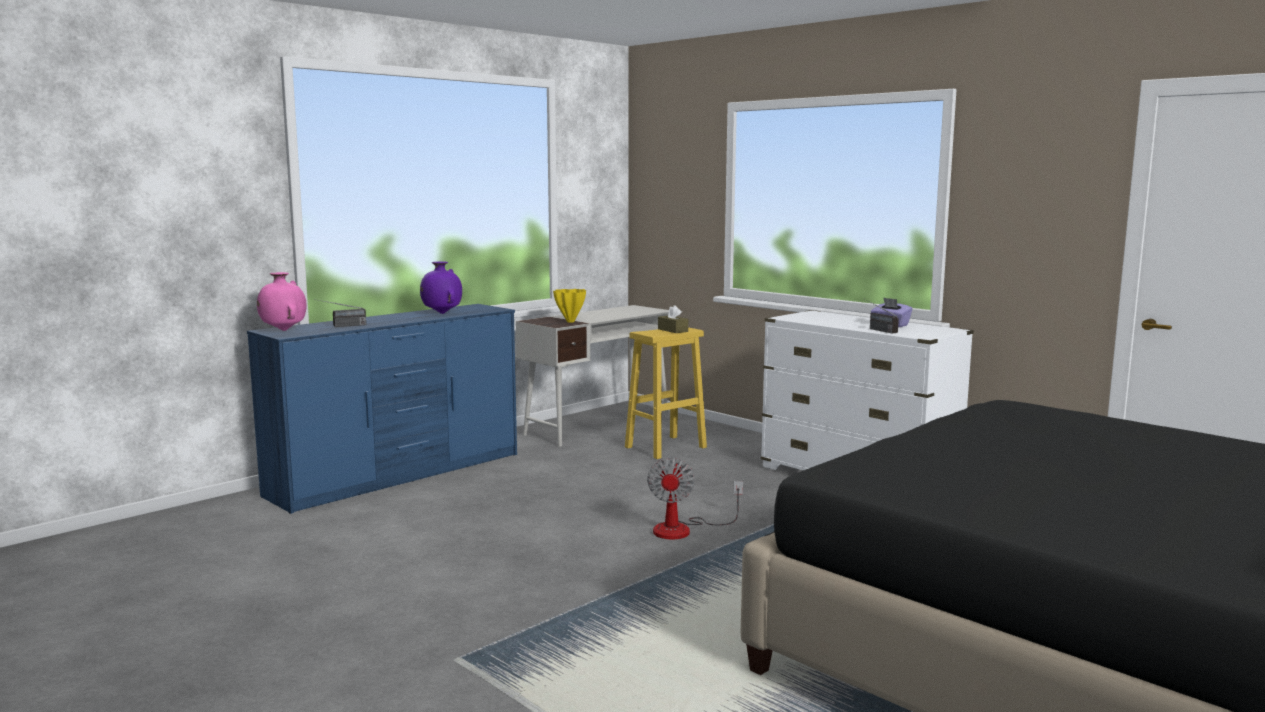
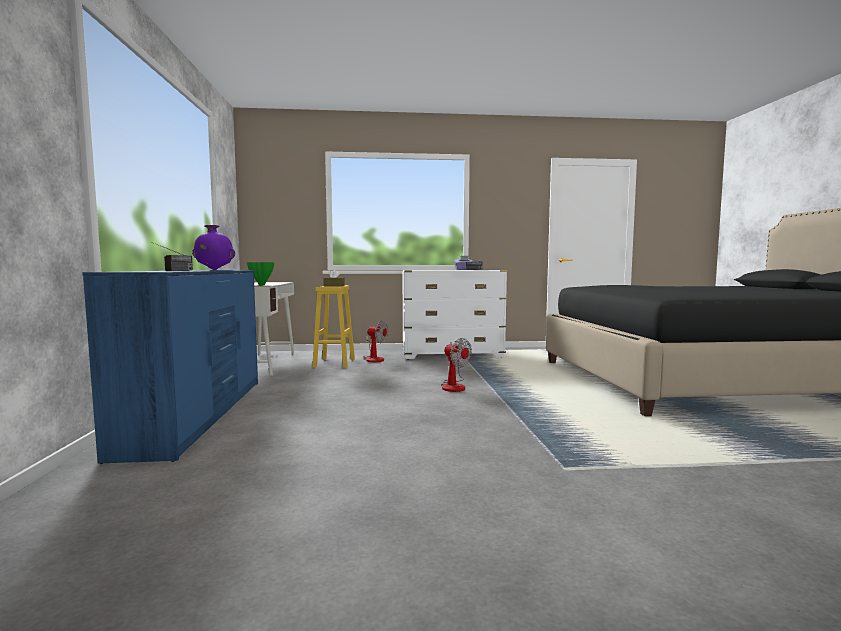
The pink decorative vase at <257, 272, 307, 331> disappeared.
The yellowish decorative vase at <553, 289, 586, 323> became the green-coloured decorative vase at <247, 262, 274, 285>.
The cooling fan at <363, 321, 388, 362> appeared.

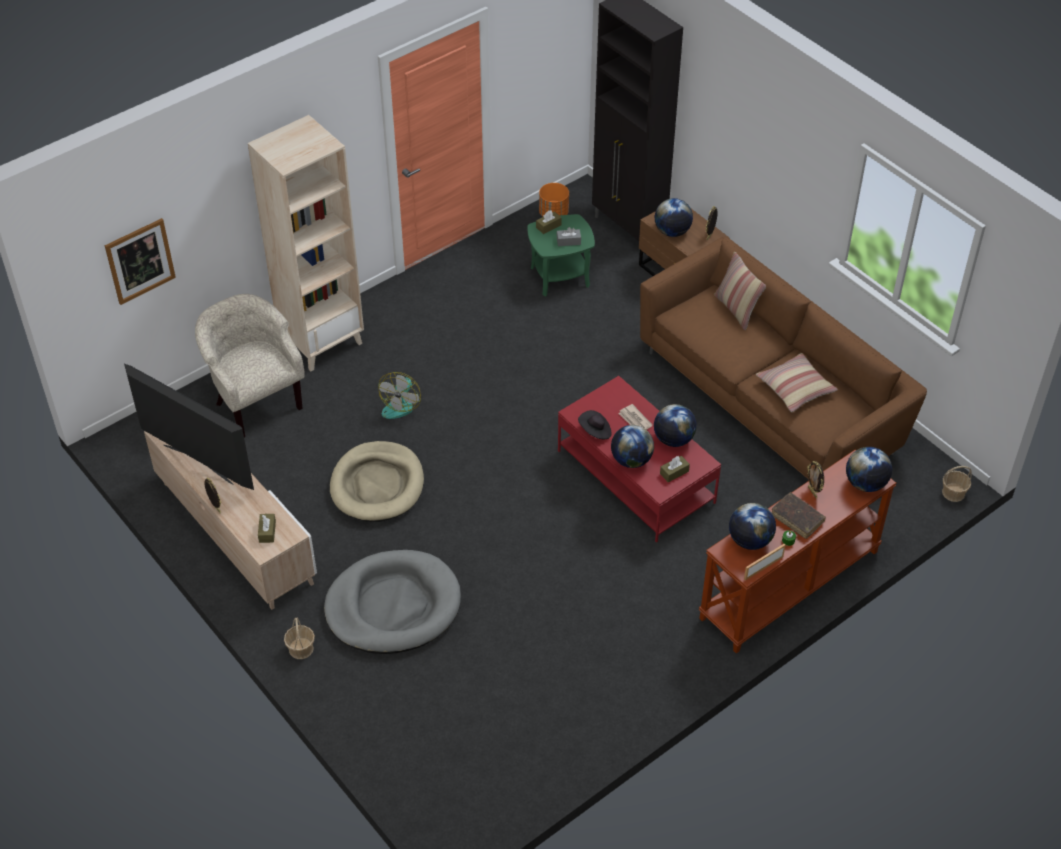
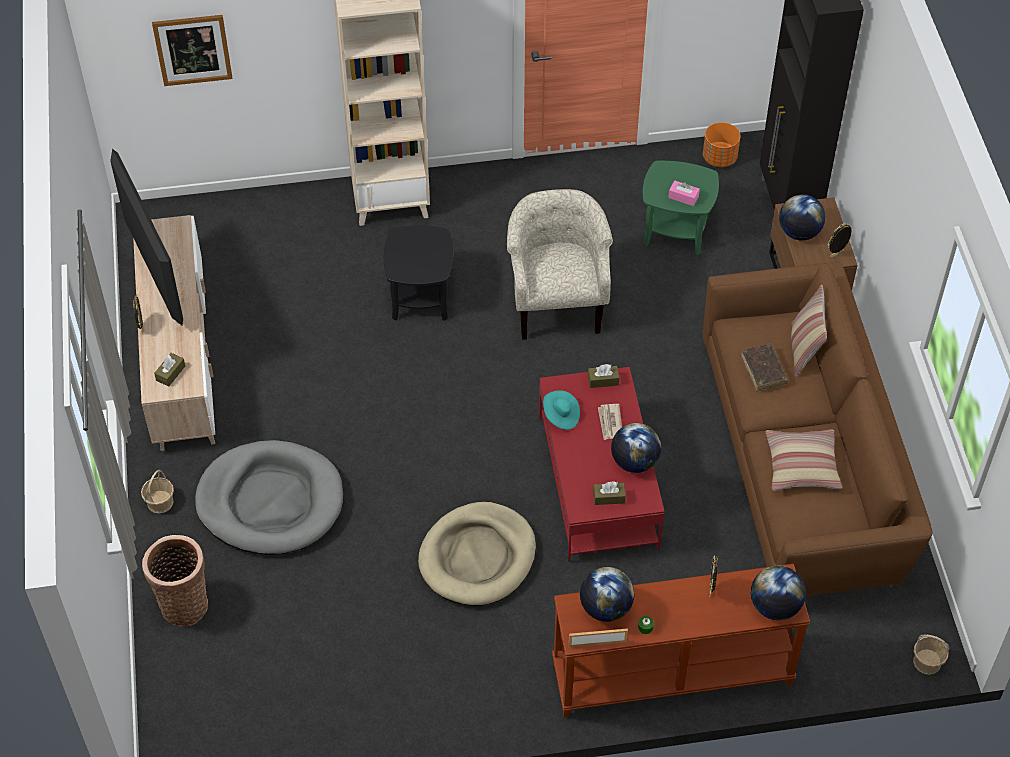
The brownish tissue holder moved from <536, 210, 562, 234> to <588, 364, 619, 388>.
The gray tissue holder at <556, 227, 581, 246> became the pink tissue holder at <668, 180, 700, 206>.
The sand-coloured armchair moved from <195, 294, 305, 437> to <507, 189, 613, 340>.
The cooling fan at <378, 372, 421, 419> was replaced by the black side table at <384, 225, 453, 321>.
The black clothing hat at <578, 410, 612, 439> became the blue-green clothing hat at <543, 390, 580, 430>.
The world globe at <611, 425, 654, 468> disappeared.
The sand-coloured dog cushion moved from <330, 441, 424, 522> to <418, 502, 536, 606>.
The brownish bound book moved from <772, 492, 826, 539> to <741, 343, 788, 392>.
The basket at <142, 535, 208, 627> appeared.

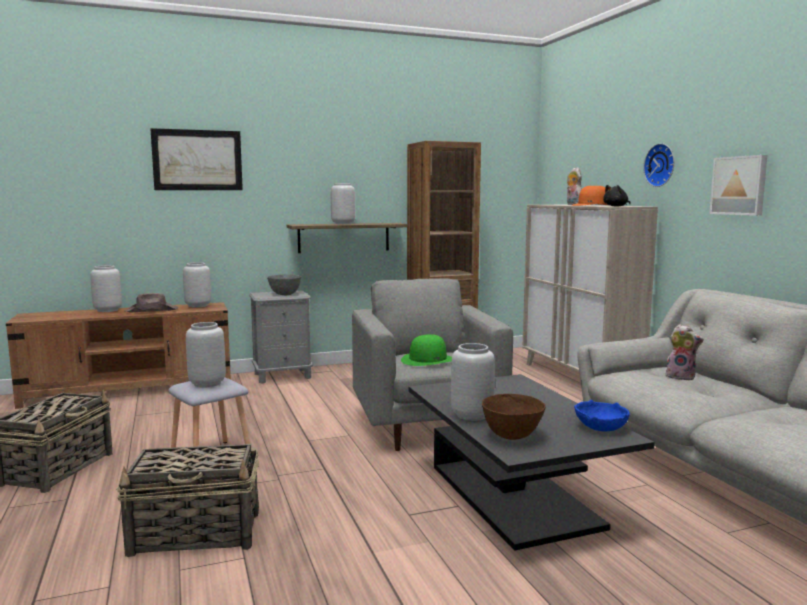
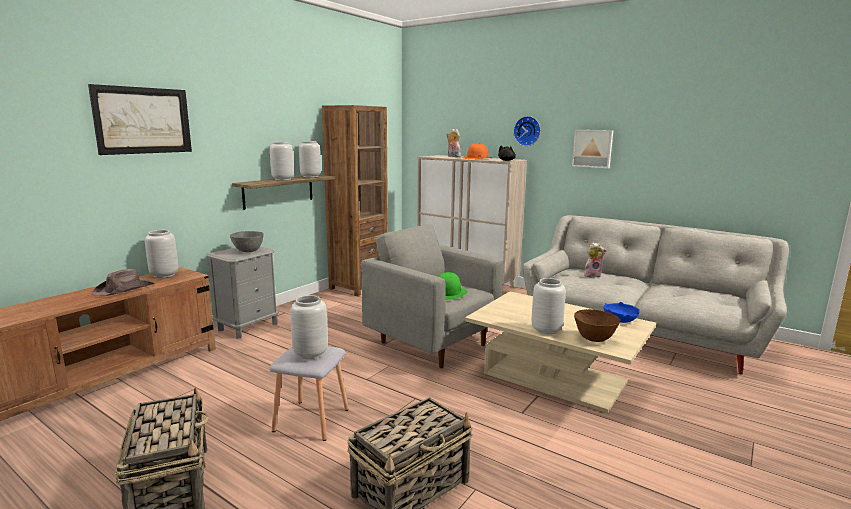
The gray decorative vase moved from <90, 265, 122, 312> to <299, 141, 321, 177>.
The black lounge table at <408, 374, 655, 551> became the sand-coloured lounge table at <465, 291, 656, 414>.

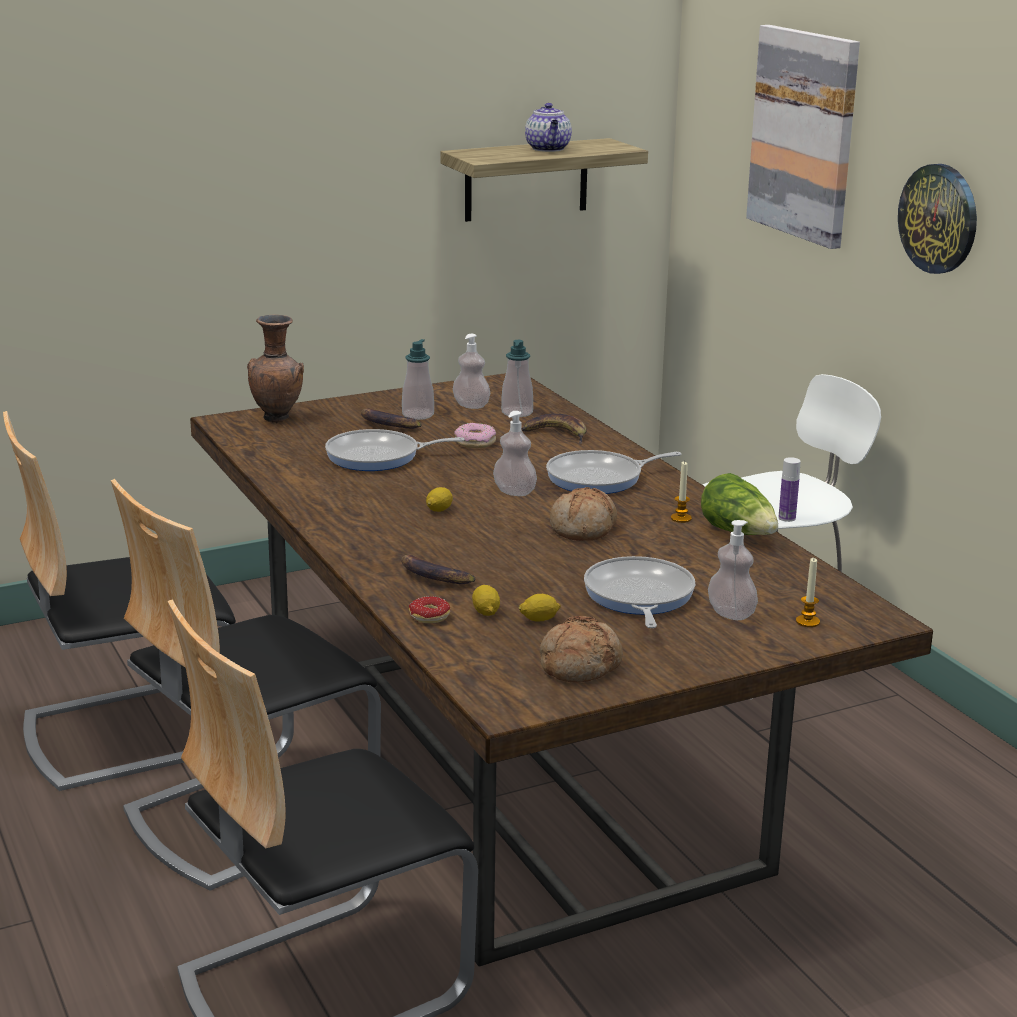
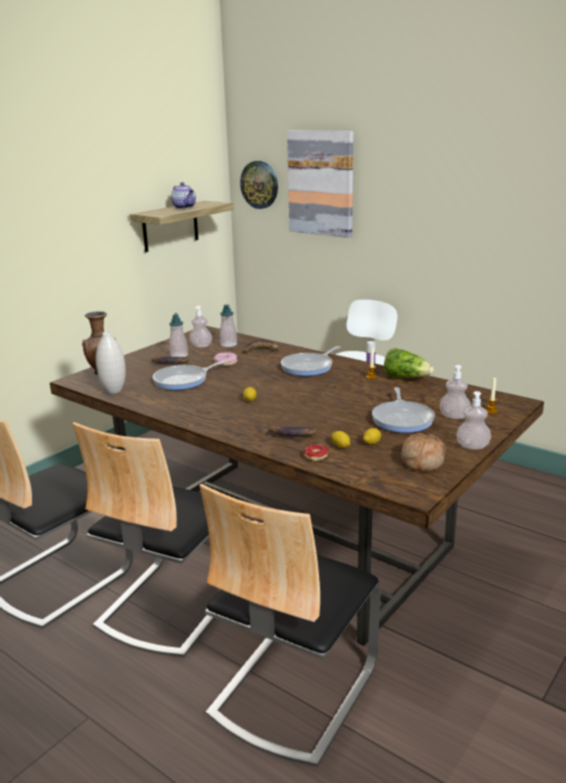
The hanging clock moved from <898, 164, 977, 274> to <240, 161, 278, 209>.
The soap bottle moved from <493, 411, 537, 496> to <456, 391, 491, 450>.
The baked bread at <550, 487, 617, 541> disappeared.
The pan at <584, 556, 695, 628> turned 150 degrees counterclockwise.
The white decorative vase at <96, 331, 126, 394> appeared.

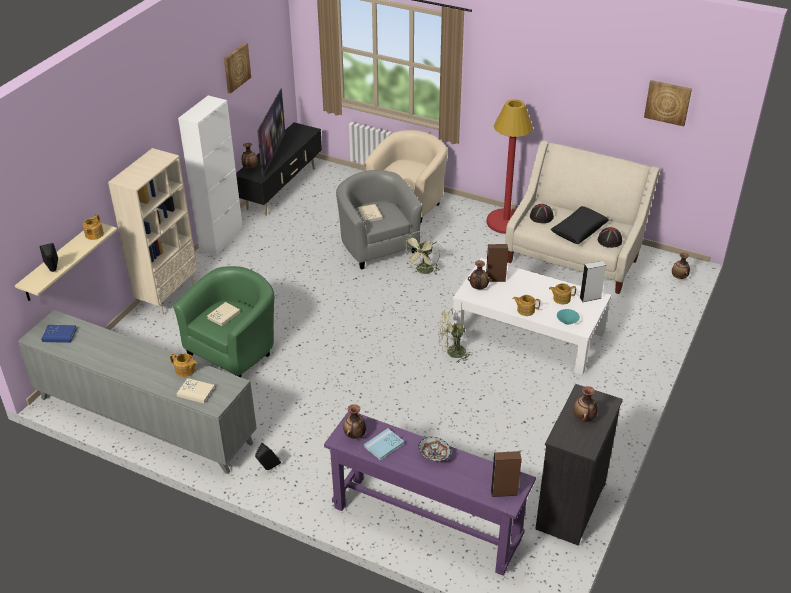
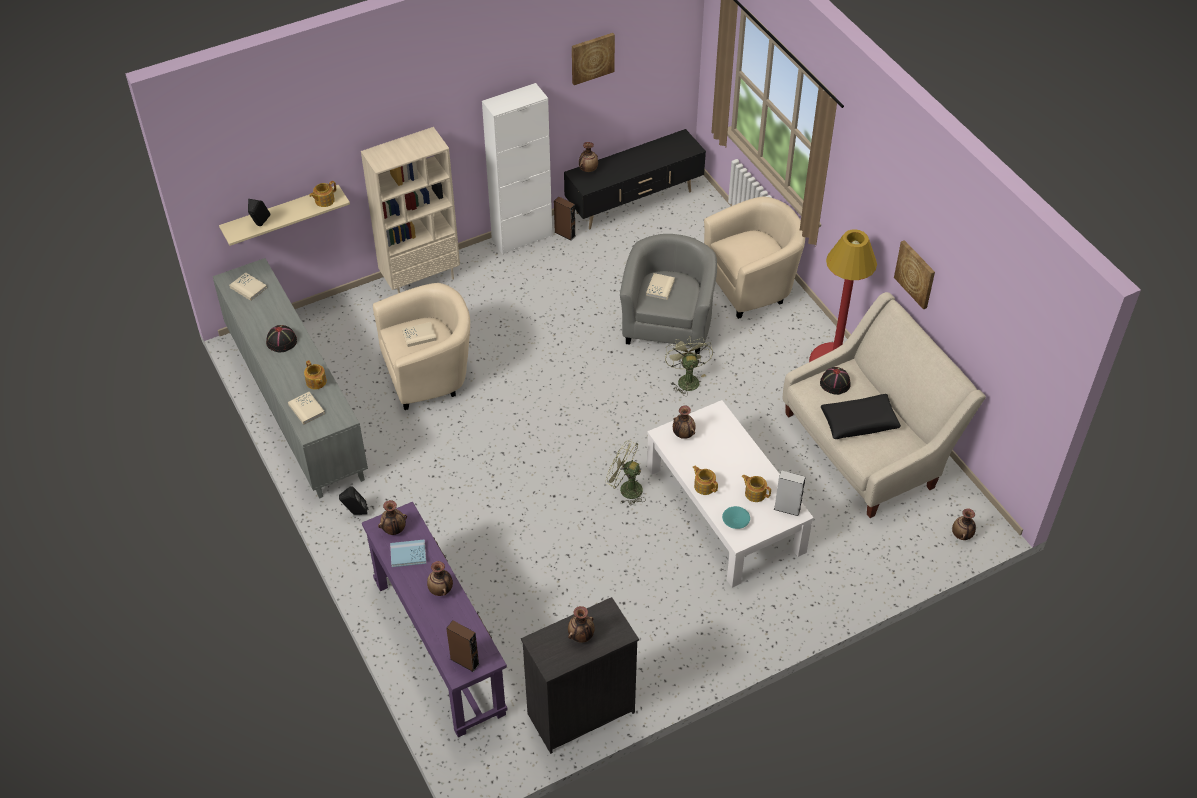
The picture moved from <644, 80, 692, 127> to <894, 240, 935, 310>.
The TV set at <257, 88, 285, 177> disappeared.
The black clothing hat moved from <598, 227, 622, 248> to <266, 325, 297, 352>.
The green-coloured cooling fan at <403, 232, 440, 274> turned 105 degrees clockwise.
The brownish audio speaker moved from <486, 244, 508, 282> to <554, 196, 575, 240>.
The green-coloured armchair at <173, 266, 274, 378> became the sand-coloured armchair at <373, 283, 470, 410>.
The bluish bound book at <41, 325, 77, 343> became the sand-coloured bound book at <229, 273, 267, 301>.
The deep dish at <418, 437, 451, 462> was replaced by the decorative vase at <427, 561, 453, 596>.

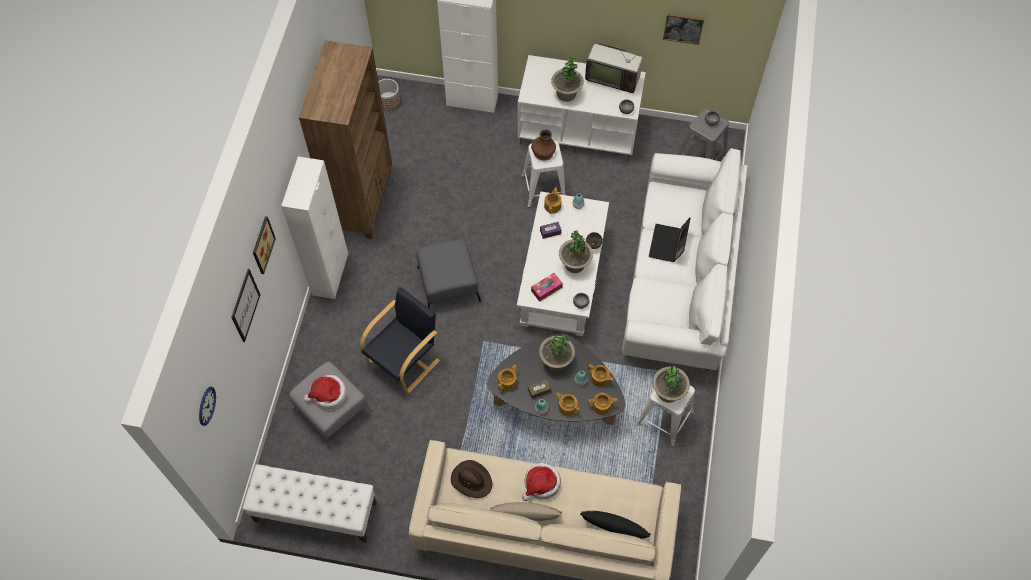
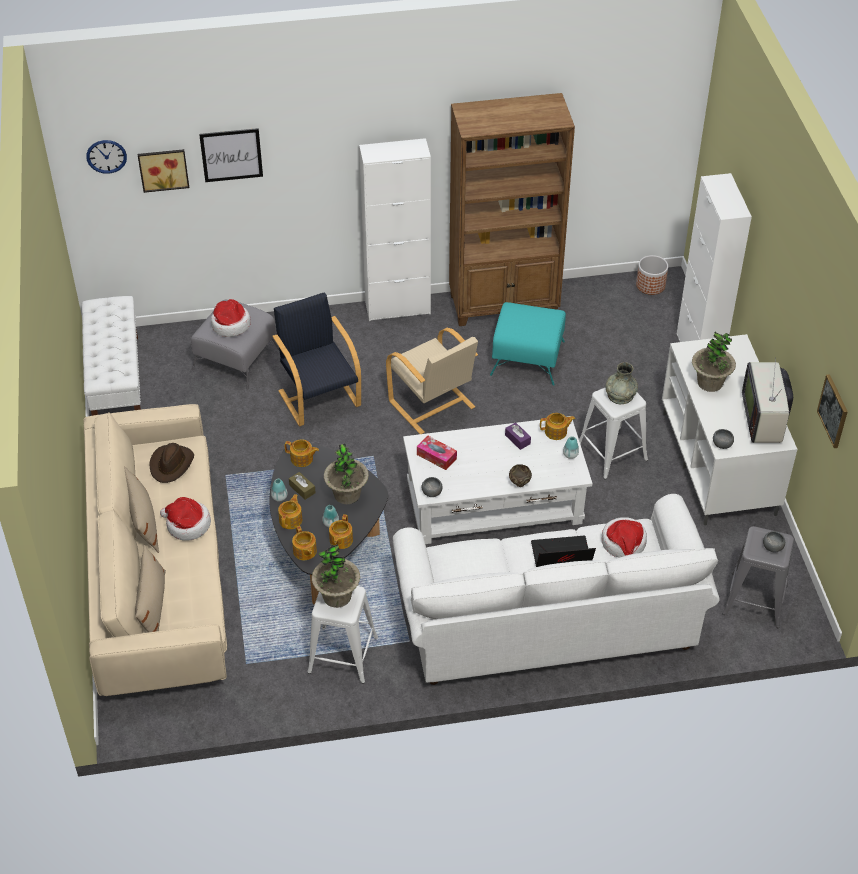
The brownish decorative vase at <531, 130, 556, 160> became the gray decorative vase at <605, 362, 638, 404>.
The picture moved from <253, 216, 276, 274> to <138, 149, 189, 193>.
The plant in a pot at <559, 230, 593, 273> disappeared.
The gray footrest at <417, 239, 481, 309> was replaced by the sand-coloured armchair at <386, 328, 478, 434>.
The black armchair at <360, 287, 440, 394> turned 135 degrees counterclockwise.
The black throw pillow at <580, 511, 651, 539> became the sand-coloured throw pillow at <135, 545, 166, 632>.
The blue-green footrest at <490, 302, 566, 385> appeared.
The clothing hat at <602, 517, 647, 558> appeared.

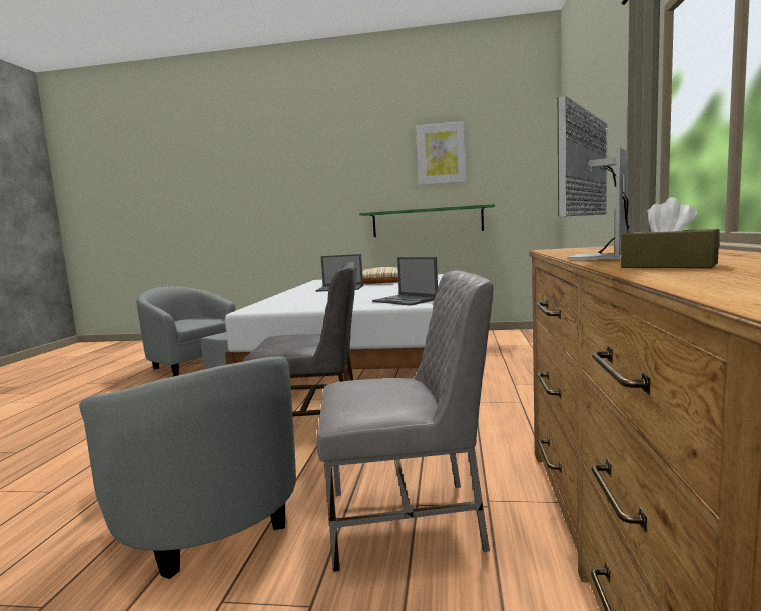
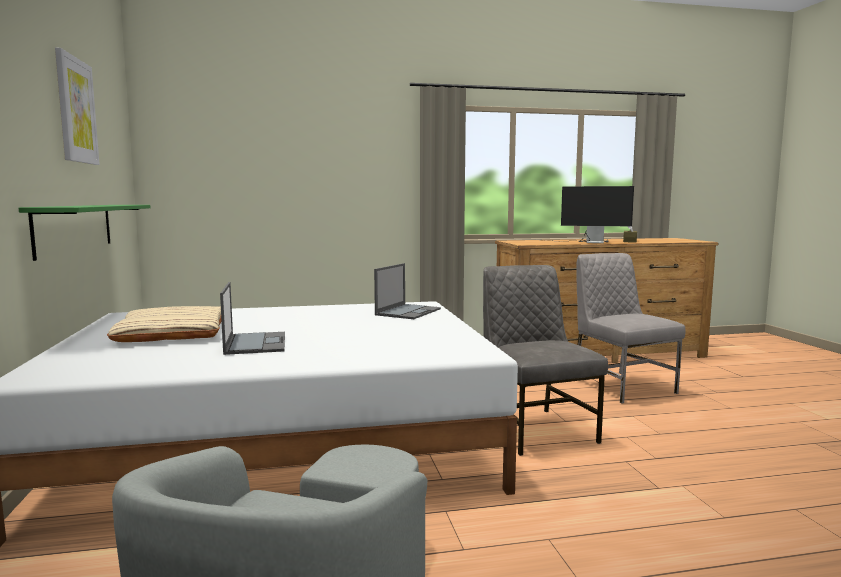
The gray armchair at <79, 356, 296, 579> disappeared.

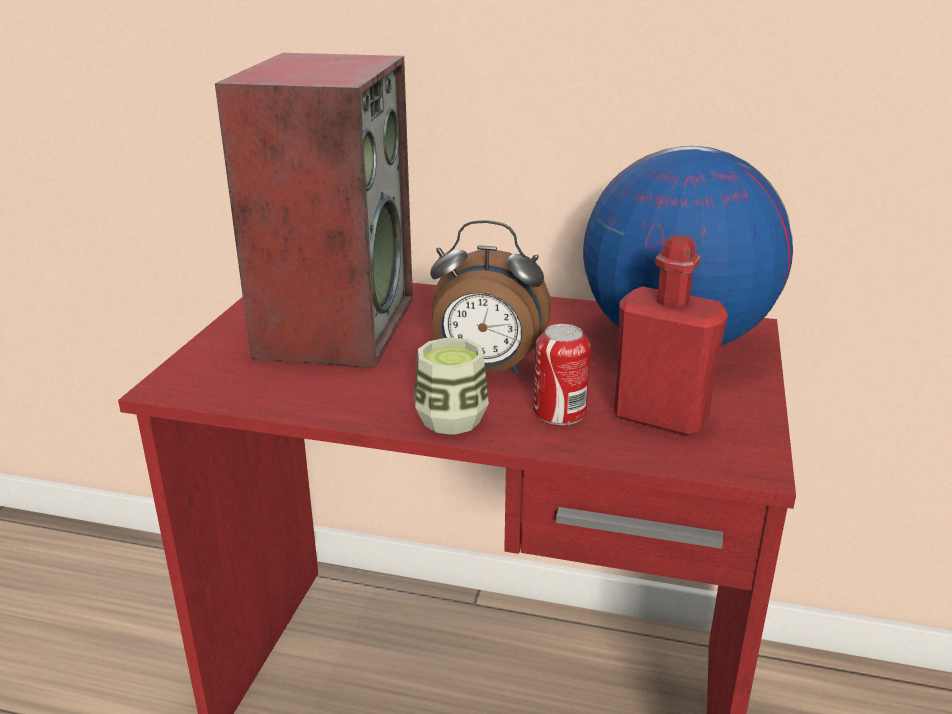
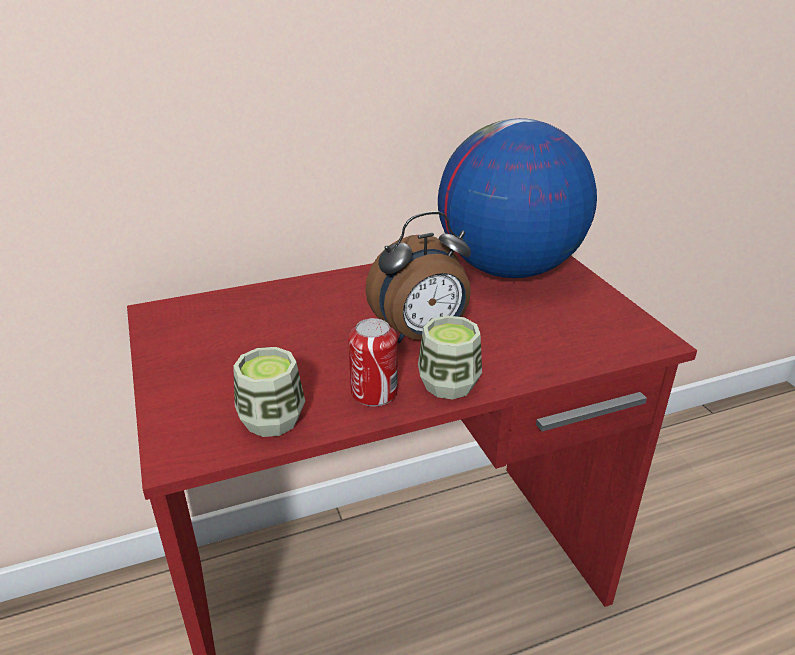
The audio speaker at <215, 53, 413, 368> disappeared.
The red-coloured drink bottle at <614, 235, 728, 436> disappeared.
The metal can moved from <533, 324, 591, 425> to <348, 318, 397, 407>.
The drinking cup at <233, 347, 305, 437> appeared.

